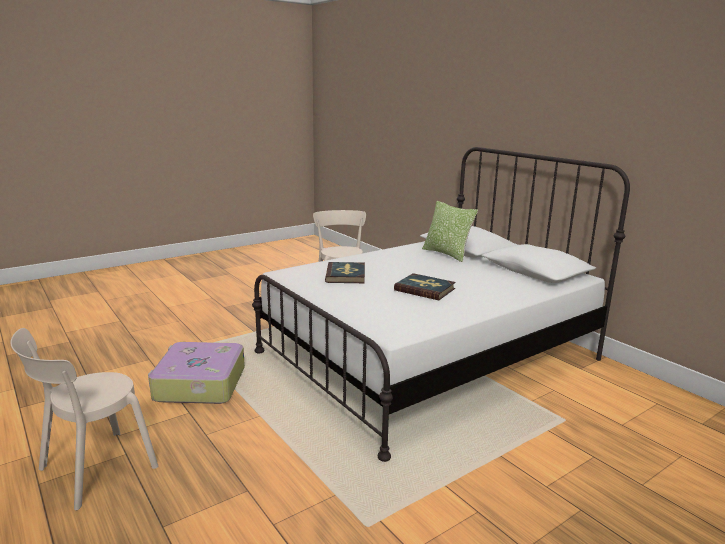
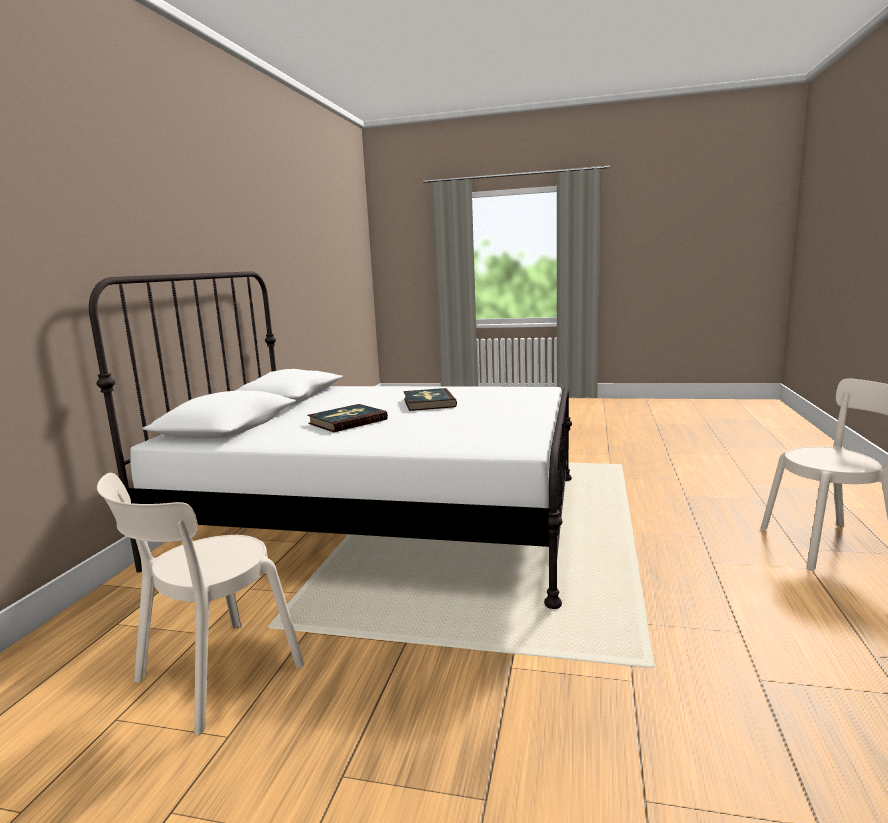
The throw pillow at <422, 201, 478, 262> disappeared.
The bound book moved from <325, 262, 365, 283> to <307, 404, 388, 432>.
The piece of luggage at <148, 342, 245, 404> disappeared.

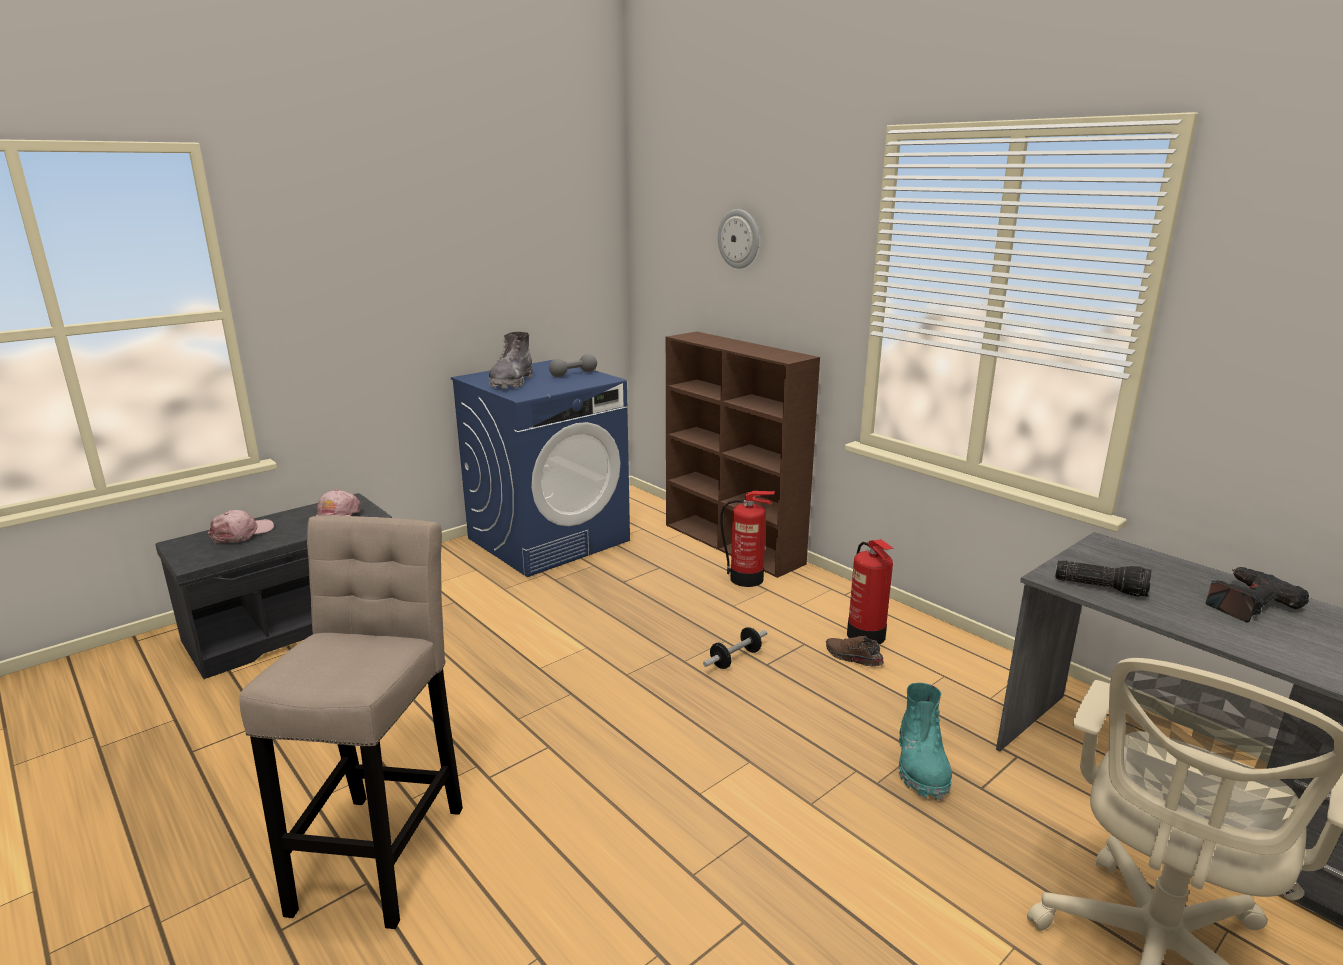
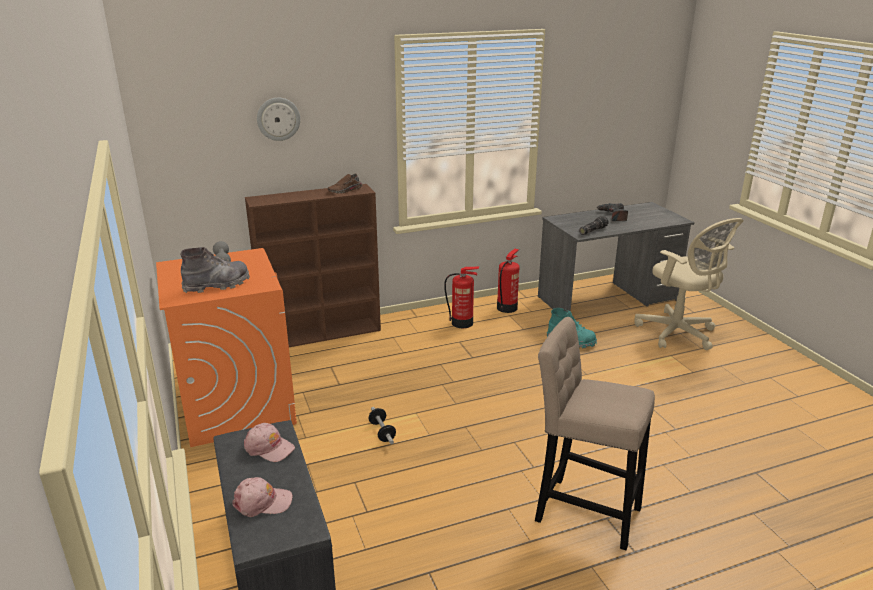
The gray boot at <489, 332, 533, 388> turned 60 degrees counterclockwise.
The bluish washing machine at <451, 360, 630, 577> became the orange-coloured washing machine at <156, 248, 297, 447>.
The fire-fighting cylinder moved from <720, 491, 775, 587> to <497, 249, 519, 313>.
The pink peaked cap at <208, 510, 274, 543> turned 120 degrees clockwise.
The dumbbell moved from <703, 627, 767, 669> to <369, 407, 396, 444>.
The brownish shoe moved from <826, 636, 884, 666> to <327, 173, 363, 194>.

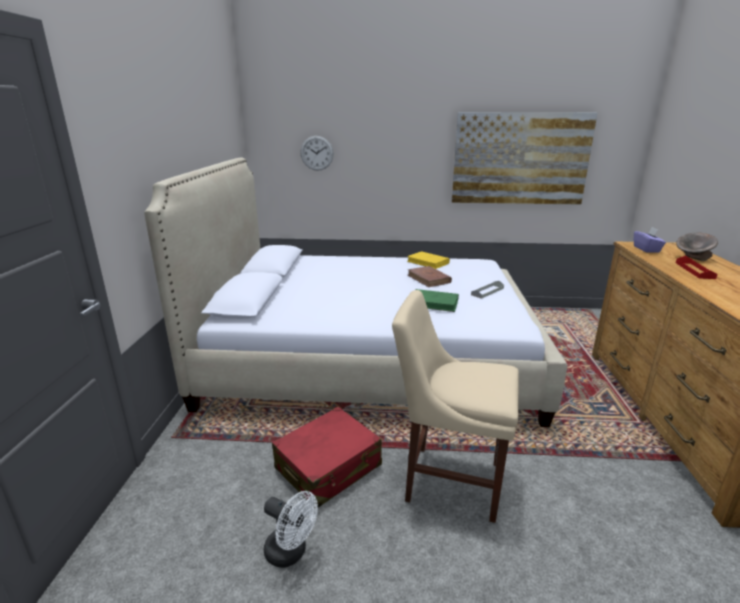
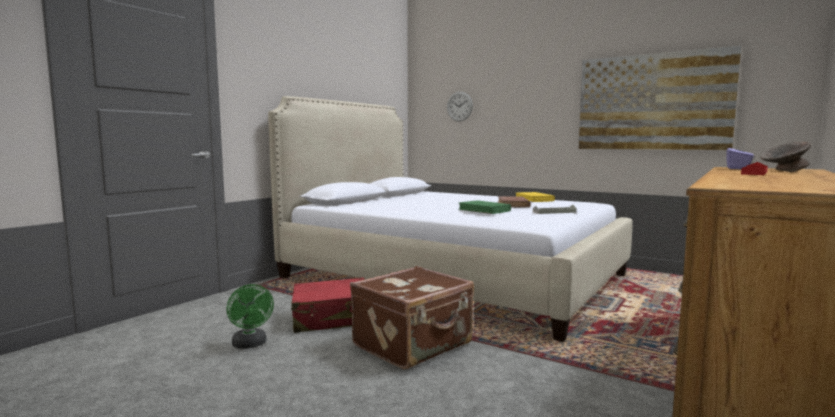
The sand-coloured chair at <392, 290, 519, 523> was replaced by the brownish piece of luggage at <350, 266, 474, 369>.
The white cooling fan at <264, 491, 318, 568> became the green-coloured cooling fan at <226, 284, 274, 349>.

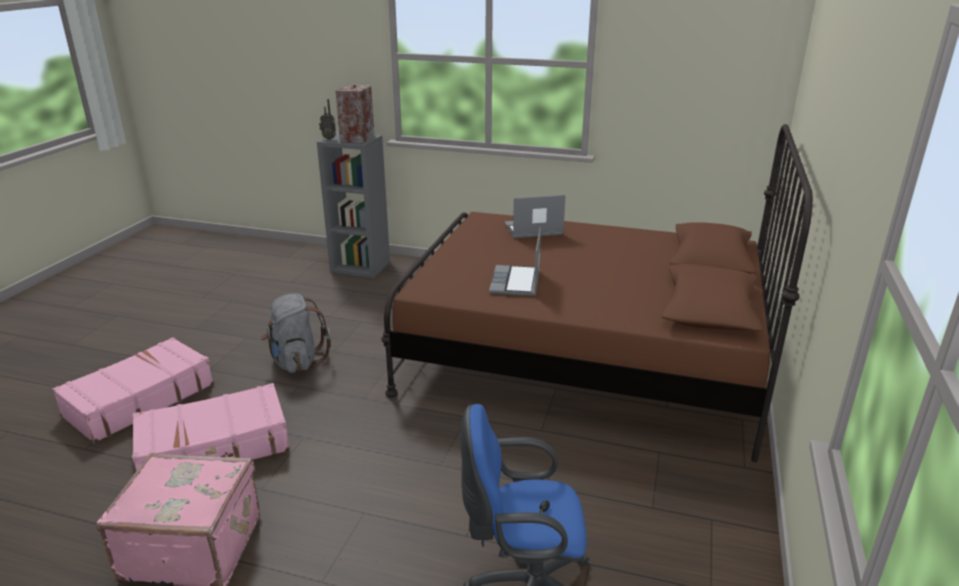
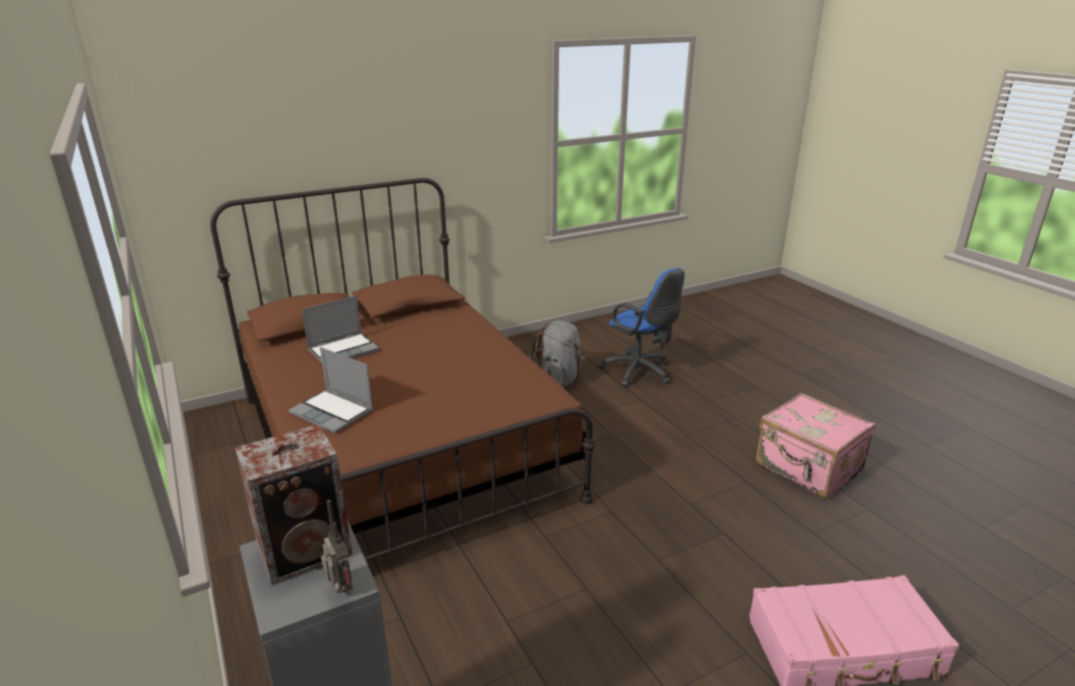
The laptop moved from <489, 227, 541, 296> to <302, 296, 379, 363>.
The gray backpack moved from <261, 293, 331, 373> to <529, 321, 585, 386>.
The pink piece of luggage at <132, 383, 290, 471> disappeared.

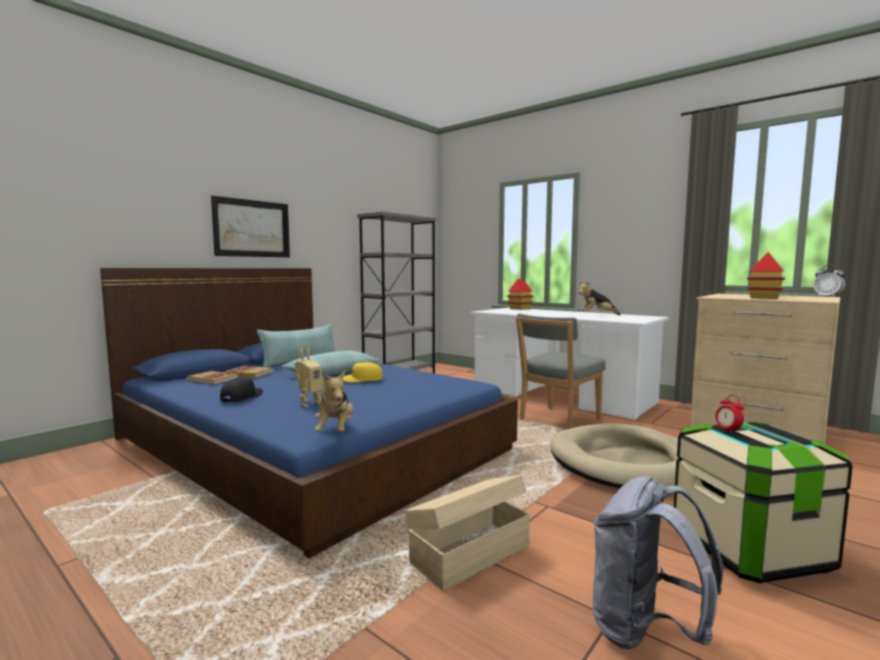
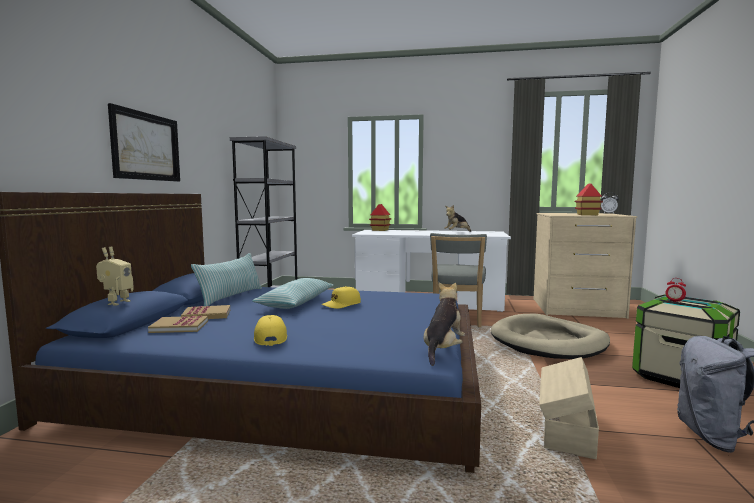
The robot figure moved from <295, 347, 324, 407> to <96, 246, 134, 306>.
The cuddly toy at <314, 371, 353, 432> turned 120 degrees counterclockwise.
The black peaked cap at <220, 377, 263, 403> became the yellowish peaked cap at <254, 315, 287, 346>.

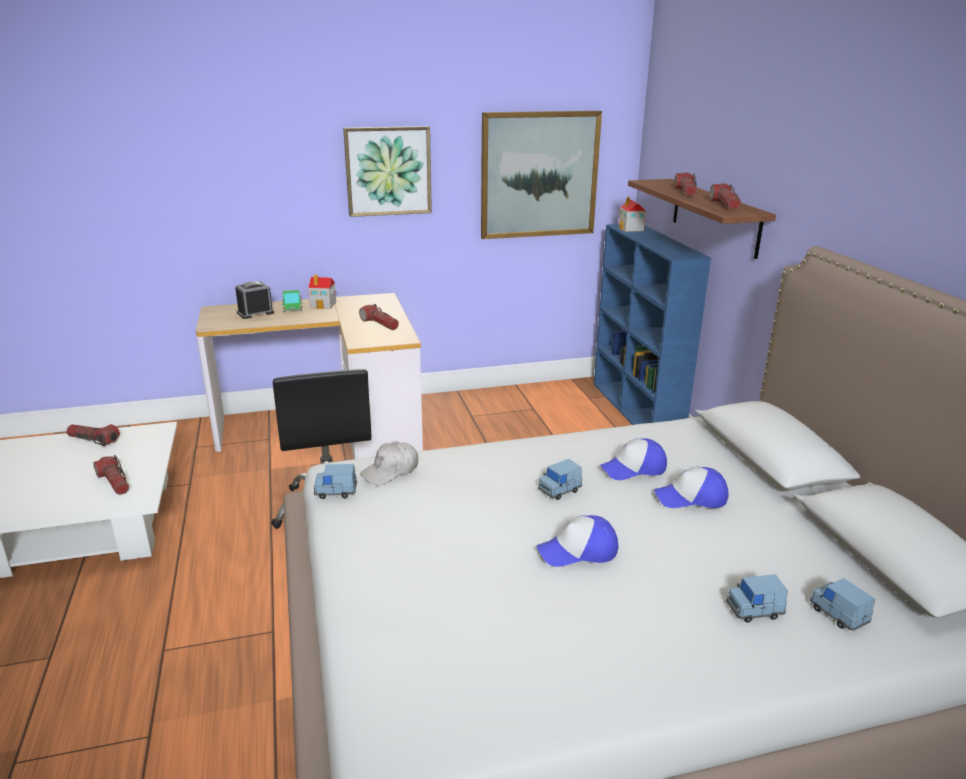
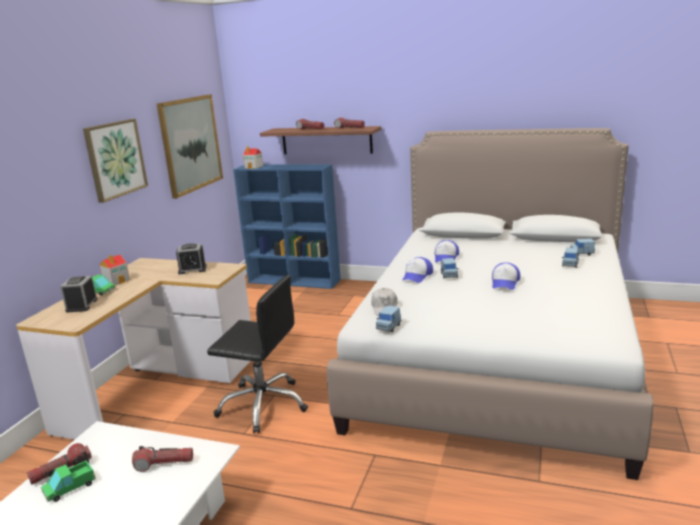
The flashlight at <359, 304, 399, 330> was replaced by the bedside clock at <176, 243, 207, 274>.
The peaked cap moved from <654, 467, 728, 508> to <402, 257, 433, 283>.
The model truck at <41, 460, 96, 502> appeared.

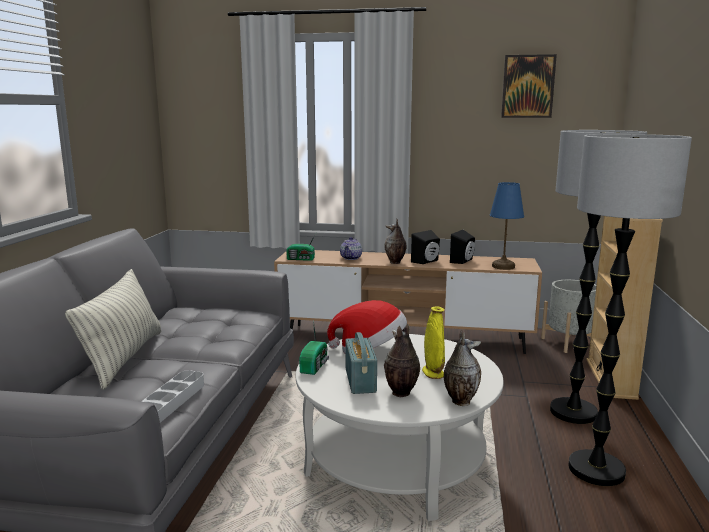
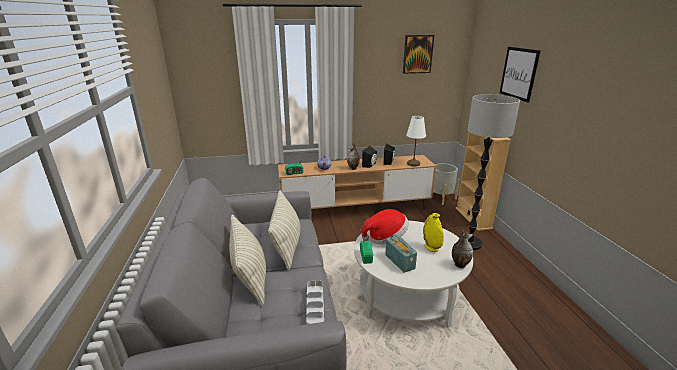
The standard lamp at <568, 134, 692, 486> disappeared.
The bluish table lamp at <490, 182, 524, 270> became the white table lamp at <406, 116, 426, 166>.
The decorative vase at <384, 324, 420, 397> disappeared.
The picture at <500, 47, 541, 103> appeared.
The throw pillow at <268, 190, 300, 271> appeared.

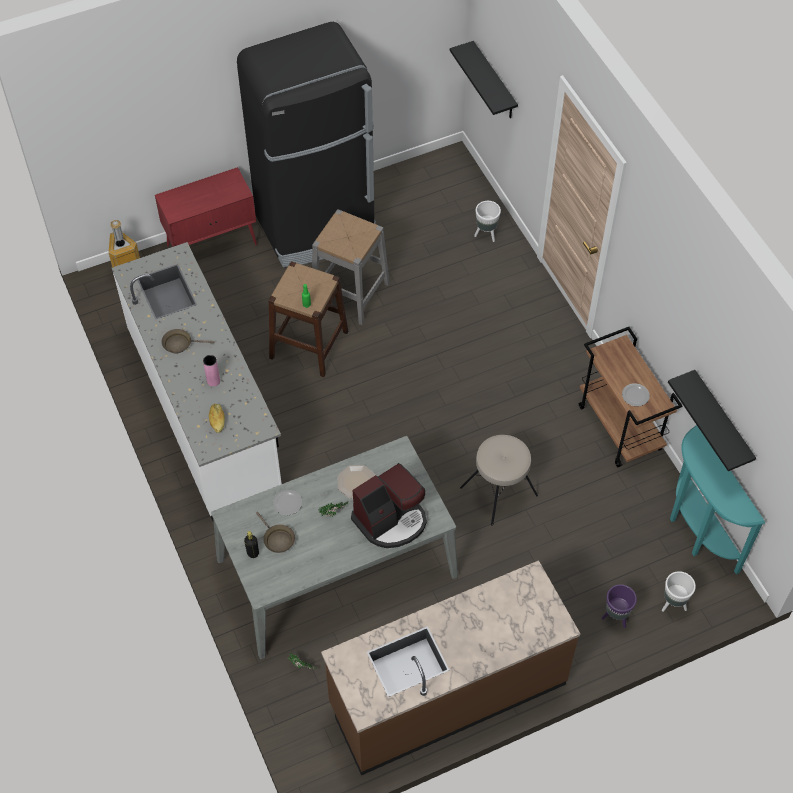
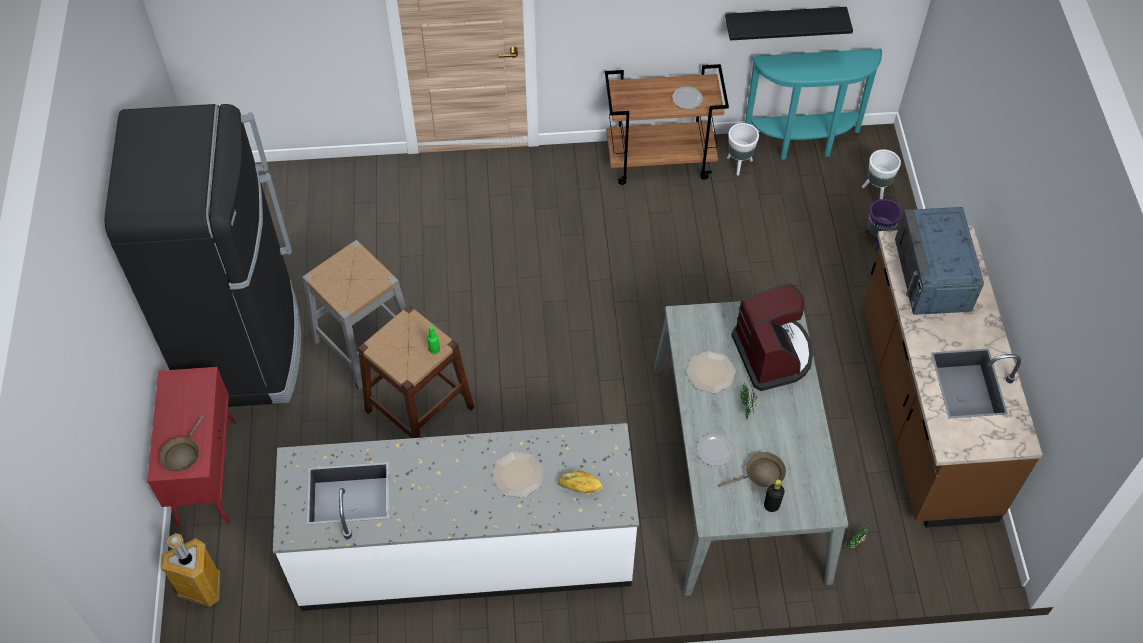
The black shelf at <450, 41, 518, 118> disappeared.
The white plant pot moved from <474, 201, 501, 242> to <727, 123, 759, 175>.
The brownish pan moved from <161, 329, 214, 353> to <160, 415, 203, 471>.
The pink decorative vase at <203, 355, 220, 386> was replaced by the flat dish at <492, 452, 544, 498>.
The sand-coloured sitting stool at <460, 435, 538, 526> disappeared.
The bluish kitchen microwave at <895, 207, 984, 315> appeared.

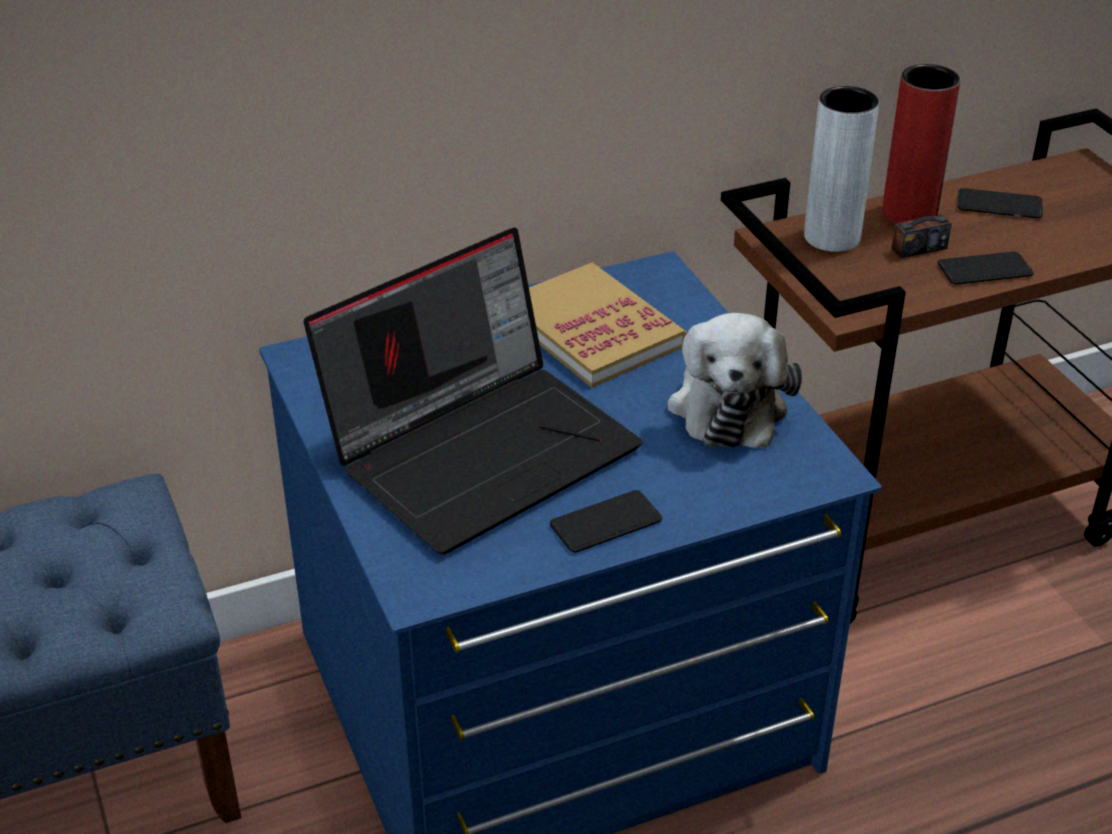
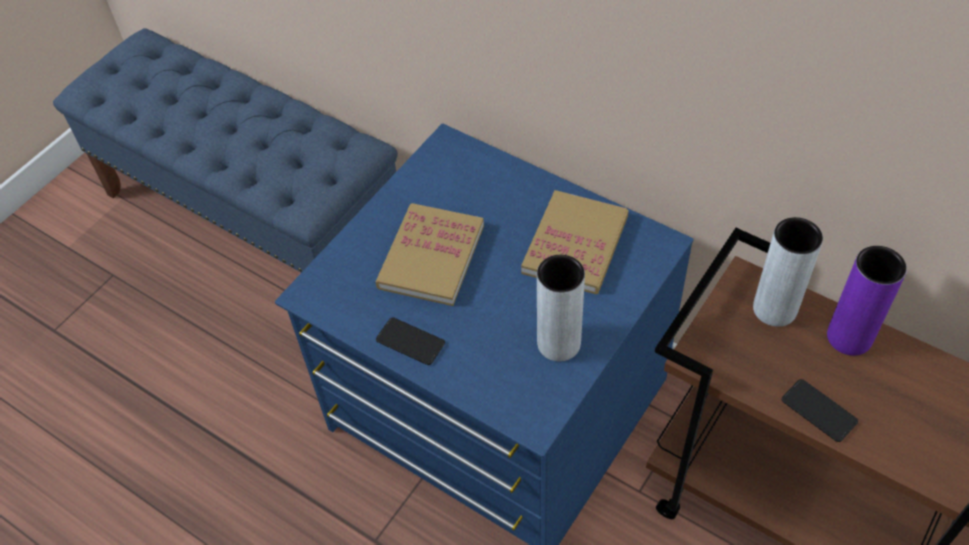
The red-coloured decorative vase at <882, 64, 960, 223> became the purple decorative vase at <827, 246, 907, 356>.
The radio set at <892, 114, 954, 259> disappeared.
The phone at <958, 188, 1043, 219> disappeared.
The laptop at <304, 228, 642, 555> was replaced by the bound book at <376, 203, 484, 306>.
The cuddly toy at <667, 313, 802, 448> was replaced by the gray decorative vase at <537, 255, 585, 361>.

